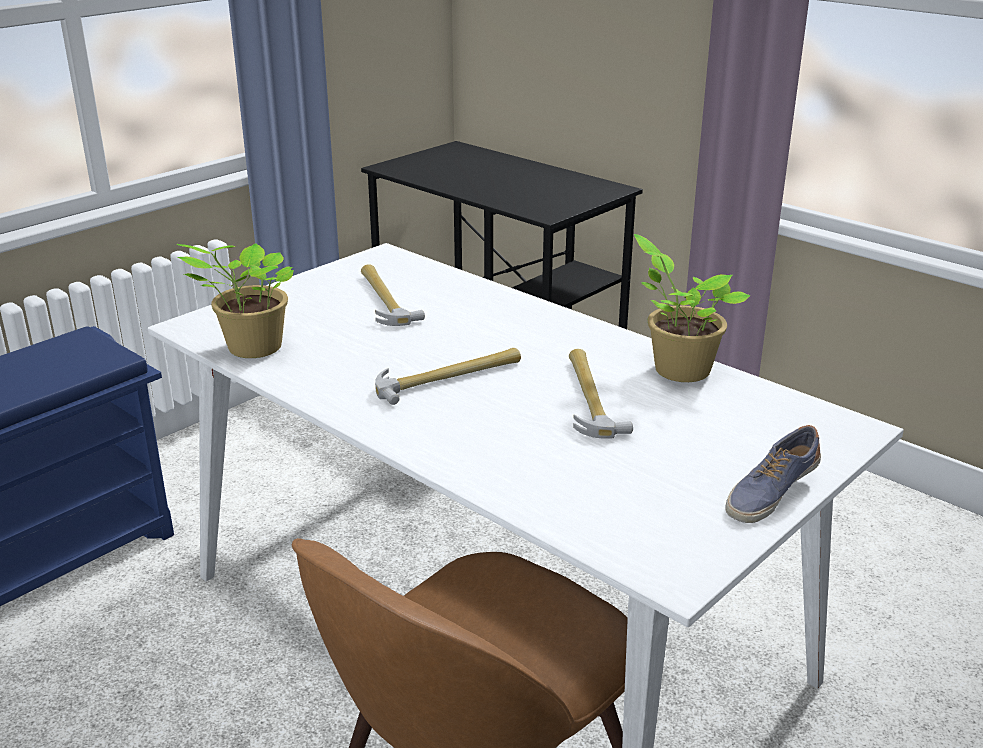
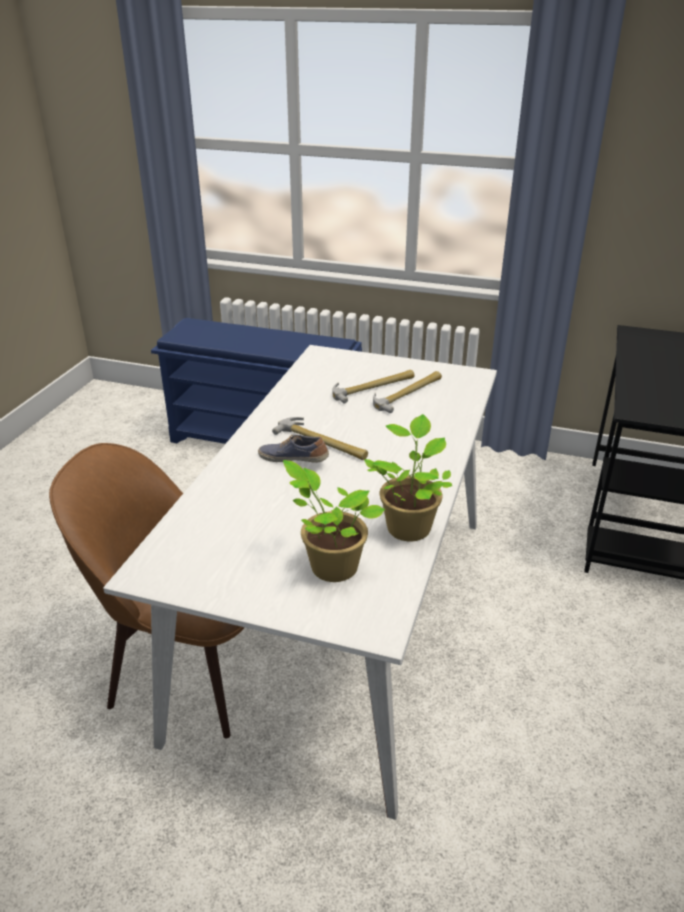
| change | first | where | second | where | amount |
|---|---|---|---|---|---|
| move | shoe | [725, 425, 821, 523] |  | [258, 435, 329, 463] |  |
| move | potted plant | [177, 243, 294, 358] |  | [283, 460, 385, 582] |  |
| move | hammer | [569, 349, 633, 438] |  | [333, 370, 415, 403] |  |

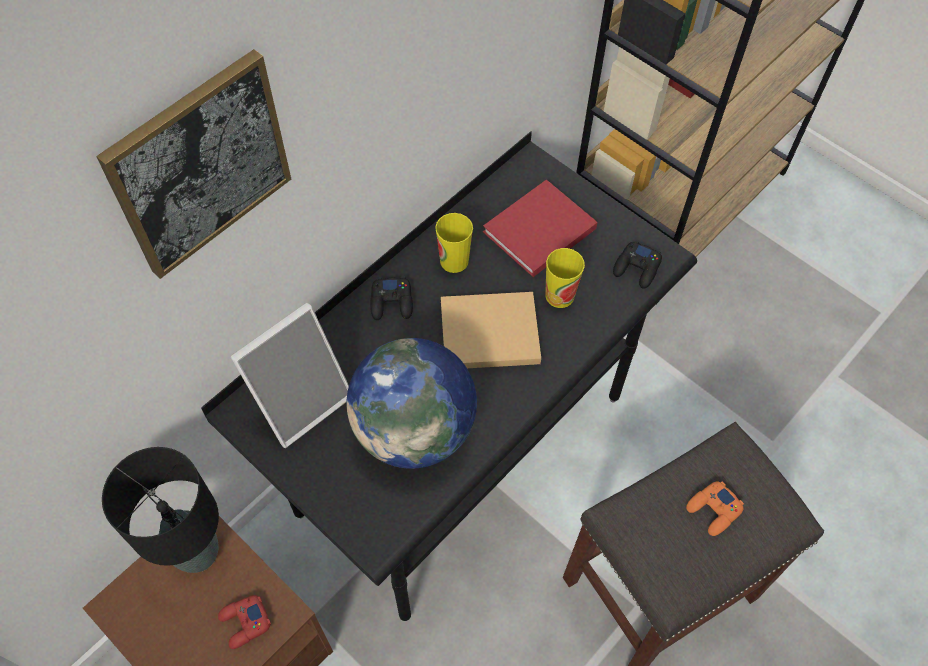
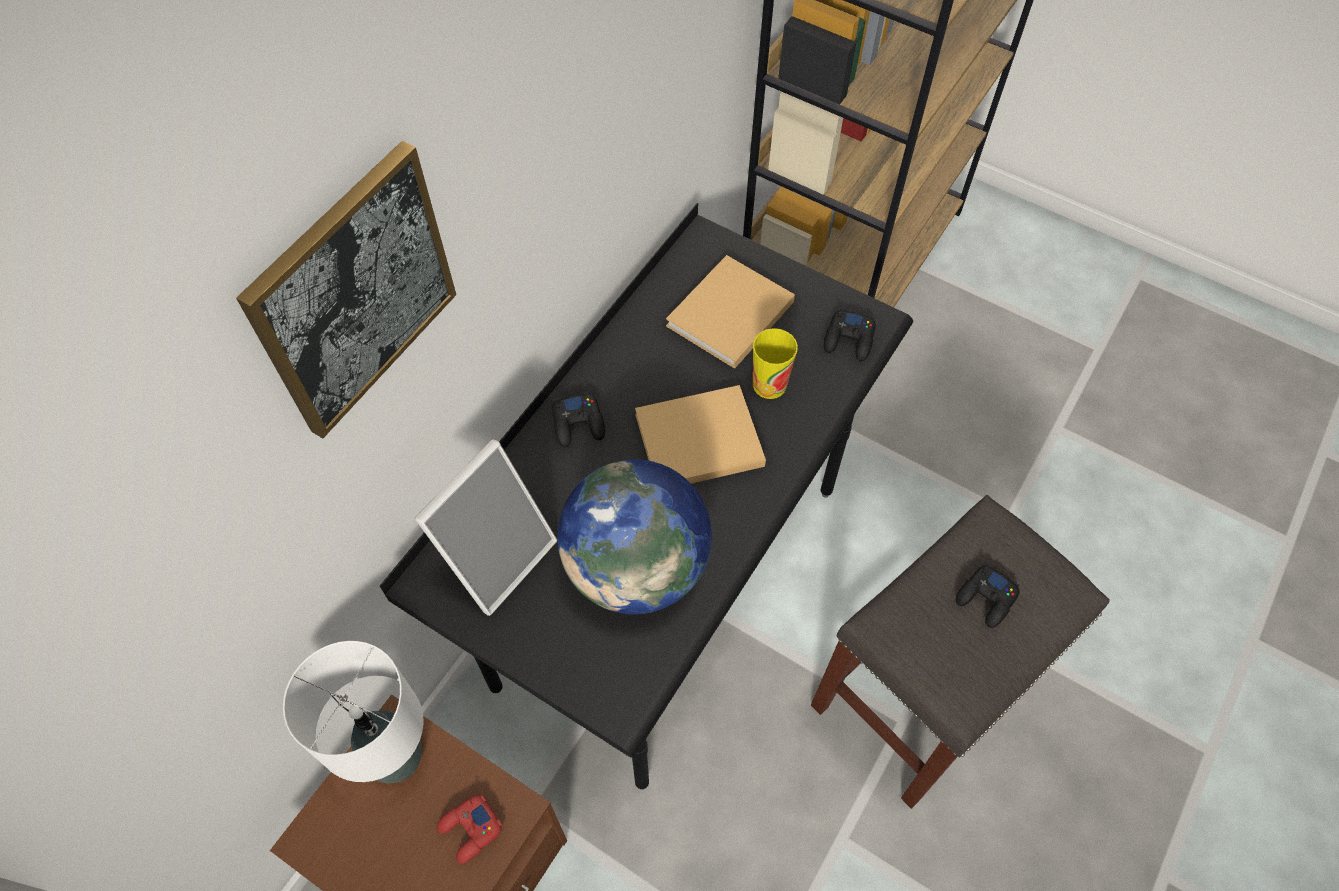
| change | first | where | second | where | amount |
|---|---|---|---|---|---|
| recolor | table lamp (black) | [102, 447, 219, 573] | table lamp (white) | [283, 641, 423, 783] |  |
| recolor | book (red) | [483, 179, 598, 277] | book (beige) | [666, 255, 795, 369] |  |
| recolor | game controller (orange) | [686, 481, 744, 536] | game controller (black) | [956, 564, 1020, 628] |  |
| delete | cup | [435, 213, 473, 273] |  |  |  |

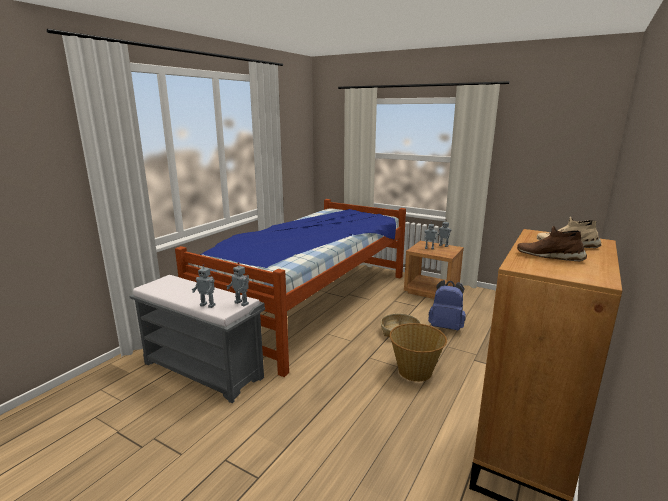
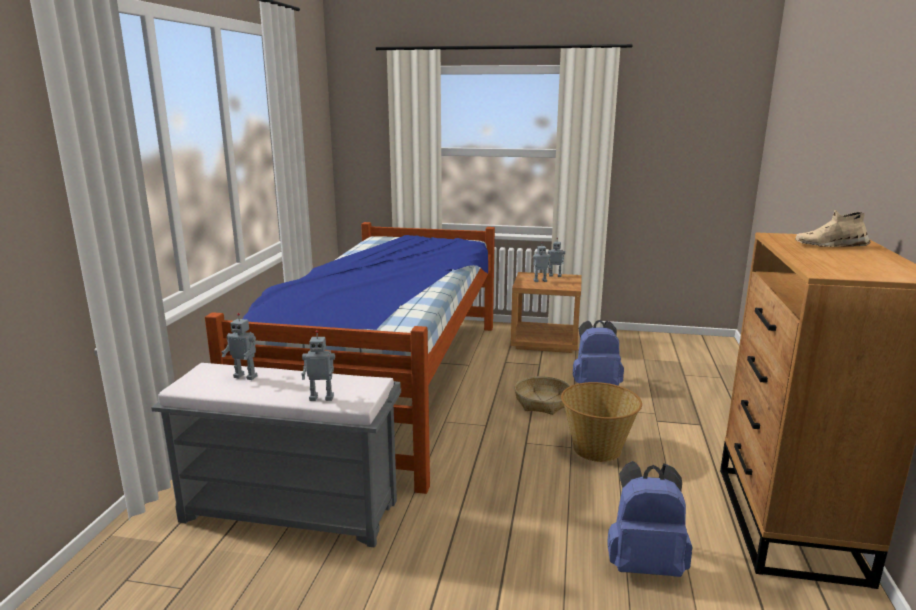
| change | first | where | second | where | amount |
|---|---|---|---|---|---|
| move | toy robot | [227, 262, 249, 306] |  | [221, 313, 257, 380] |  |
| insert |  |  | backpack (blue) | [607, 461, 693, 577] |  |
| delete | shoe (brown) | [517, 226, 587, 261] |  |  |  |

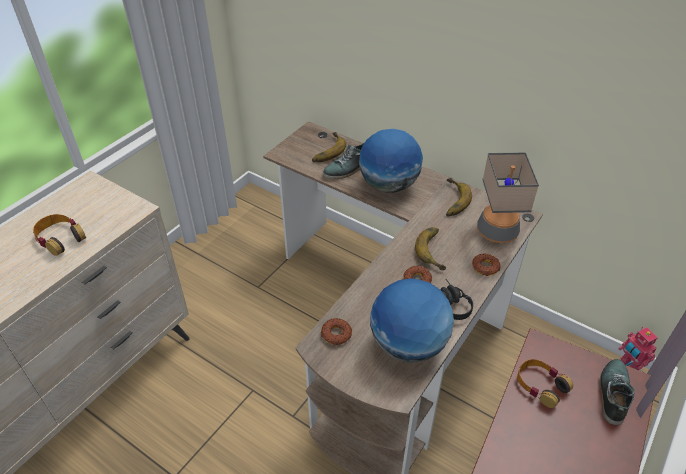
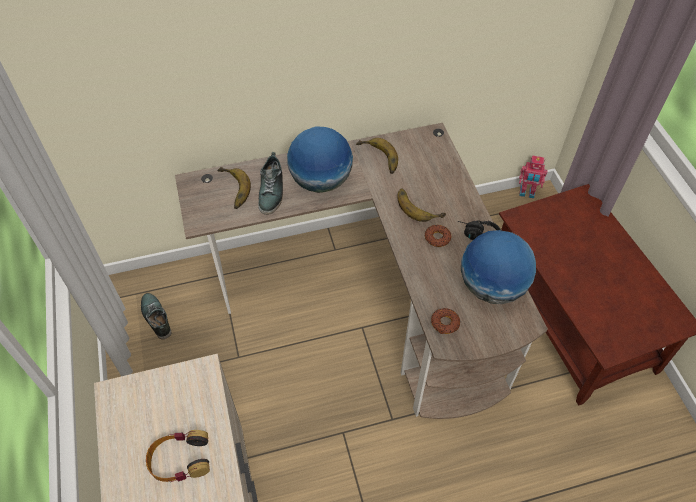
| change | first | where | second | where | amount |
|---|---|---|---|---|---|
| move | shoe | [600, 359, 635, 425] |  | [141, 293, 172, 339] |  |
| delete | donut | [472, 253, 501, 276] |  |  |  |
| delete | table lamp | [477, 152, 539, 243] |  |  |  |
| delete | headphones | [517, 359, 573, 408] |  |  |  |

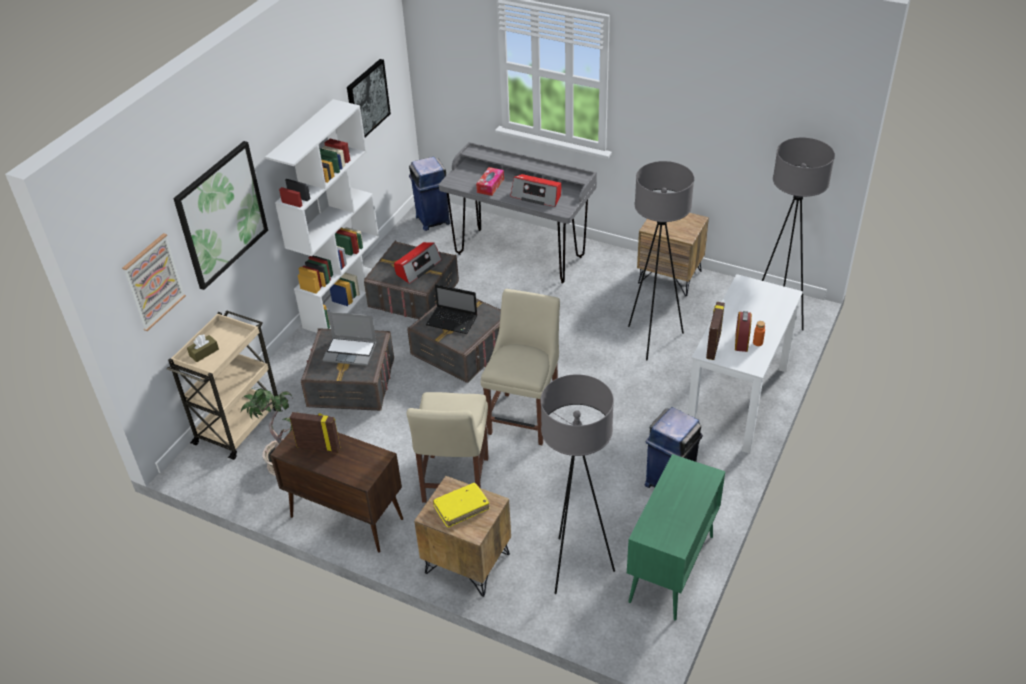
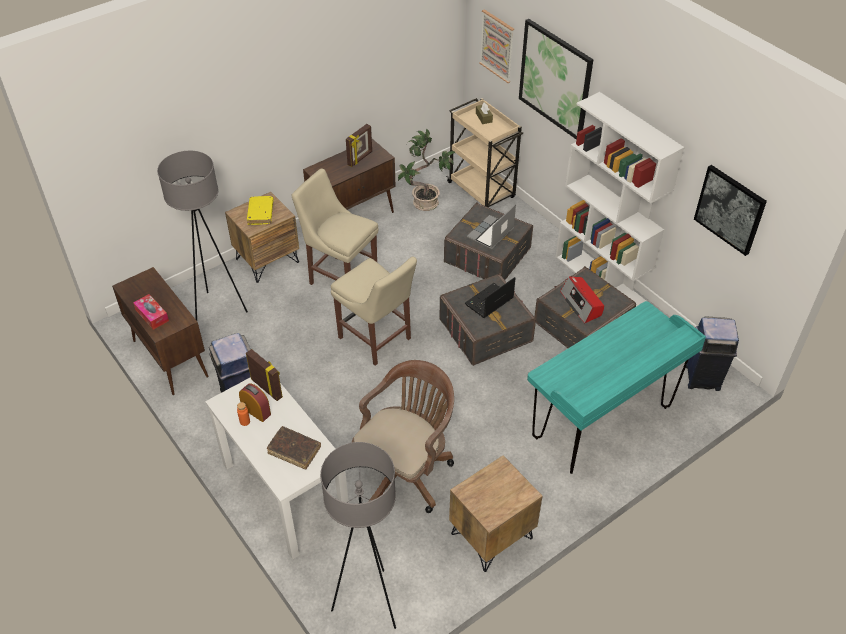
| change | first | where | second | where | amount |
|---|---|---|---|---|---|
| recolor | cabinet (green) | [627, 454, 725, 620] | cabinet (brown) | [112, 267, 209, 395] |  |
| move | tissue box | [476, 167, 504, 196] |  | [133, 294, 169, 330] |  |
| insert |  |  | book (brown) | [267, 426, 321, 470] |  |
| replace | floor lamp (grey) | [628, 161, 694, 361] | office chair (brown) | [352, 360, 454, 513] |  |
| recolor | desk (grey) | [439, 142, 597, 284] | desk (turquoise) | [527, 301, 706, 474] |  |
| delete | radio | [511, 174, 561, 207] |  |  |  |

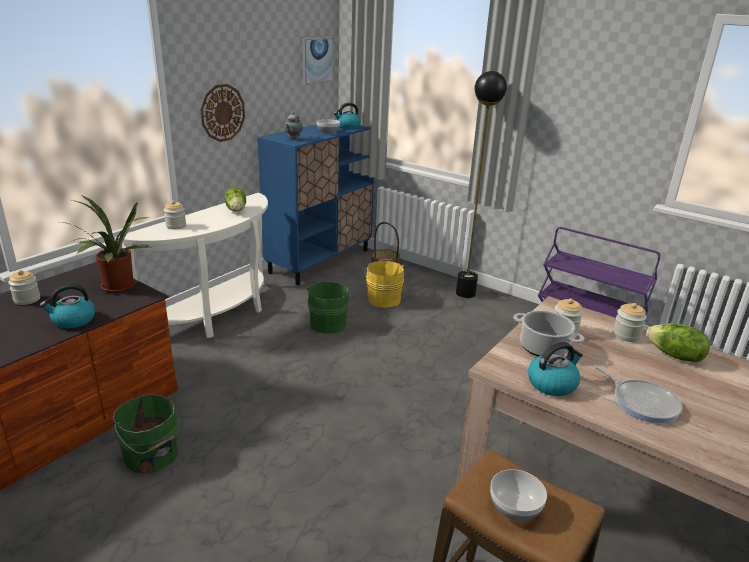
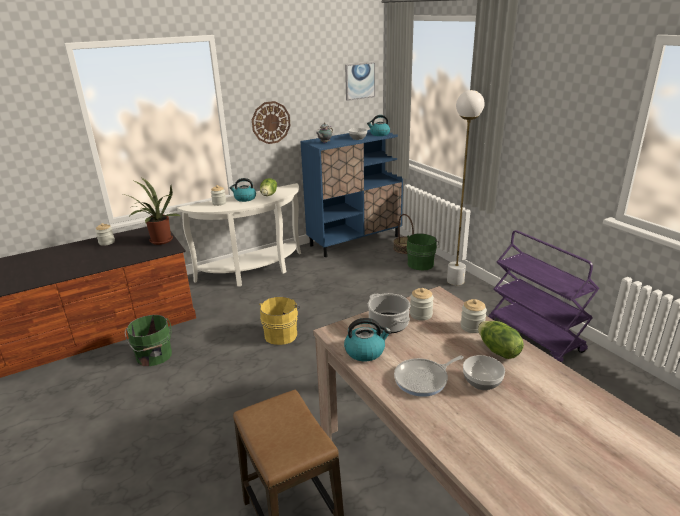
| change | first | where | second | where | amount |
|---|---|---|---|---|---|
| move | kettle | [40, 284, 95, 328] |  | [229, 178, 256, 202] |  |
| move | bucket (yellow) | [364, 261, 405, 308] |  | [259, 297, 300, 345] |  |
| rotate | frying pan | [593, 365, 683, 423] |  | [394, 356, 464, 397] | 75 degrees clockwise |
| move | bucket (green) | [306, 282, 351, 333] |  | [406, 233, 439, 270] |  |
| recolor | floor lamp (black) | [456, 71, 507, 298] | floor lamp (white) | [447, 90, 485, 285] |  |
| move | bowl | [490, 469, 547, 521] |  | [463, 355, 505, 390] |  |

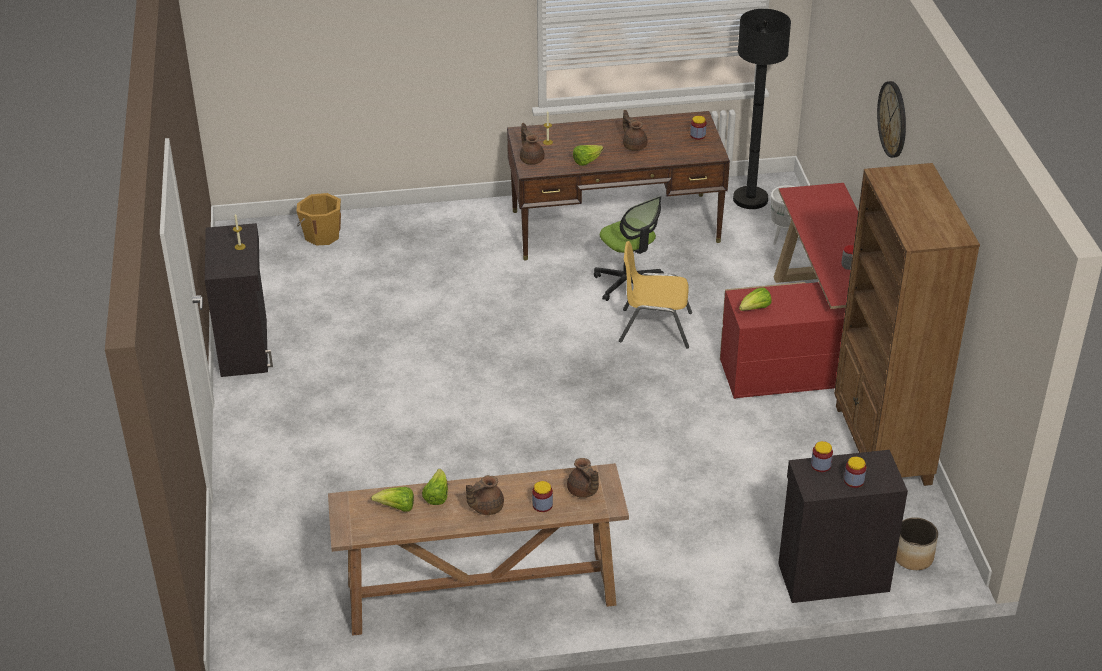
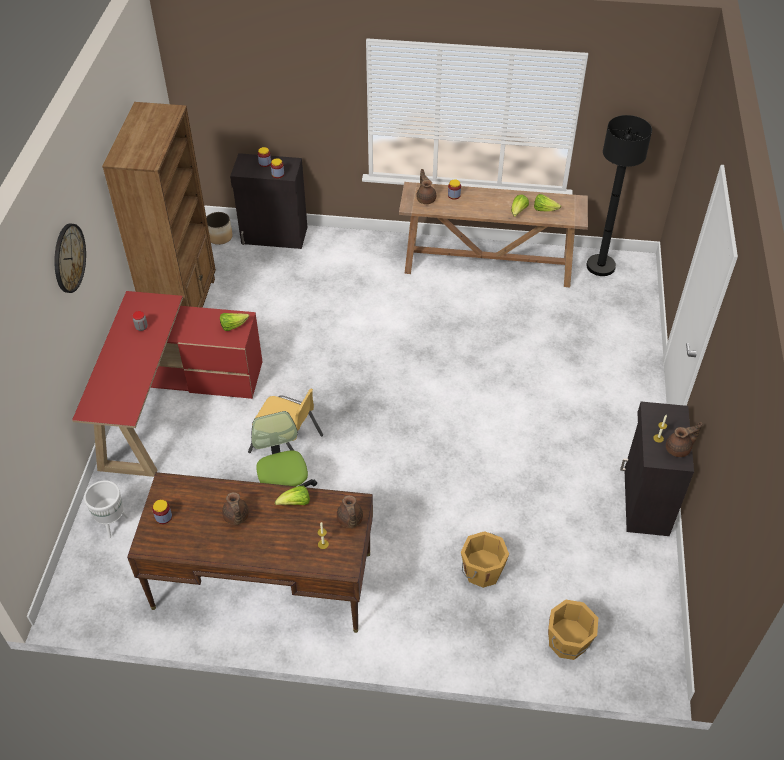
| change | first | where | second | where | amount |
|---|---|---|---|---|---|
| insert |  |  | bucket (orange) | [461, 531, 509, 588] |  |
| move | floor lamp (black) | [733, 9, 791, 209] |  | [586, 115, 652, 276] |  |
| move | teapot (brown) | [466, 475, 504, 515] |  | [666, 422, 702, 457] |  |

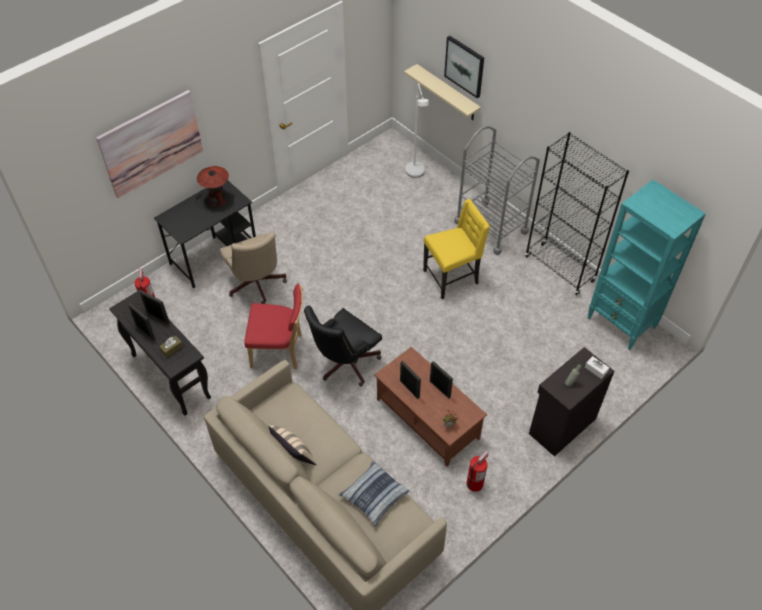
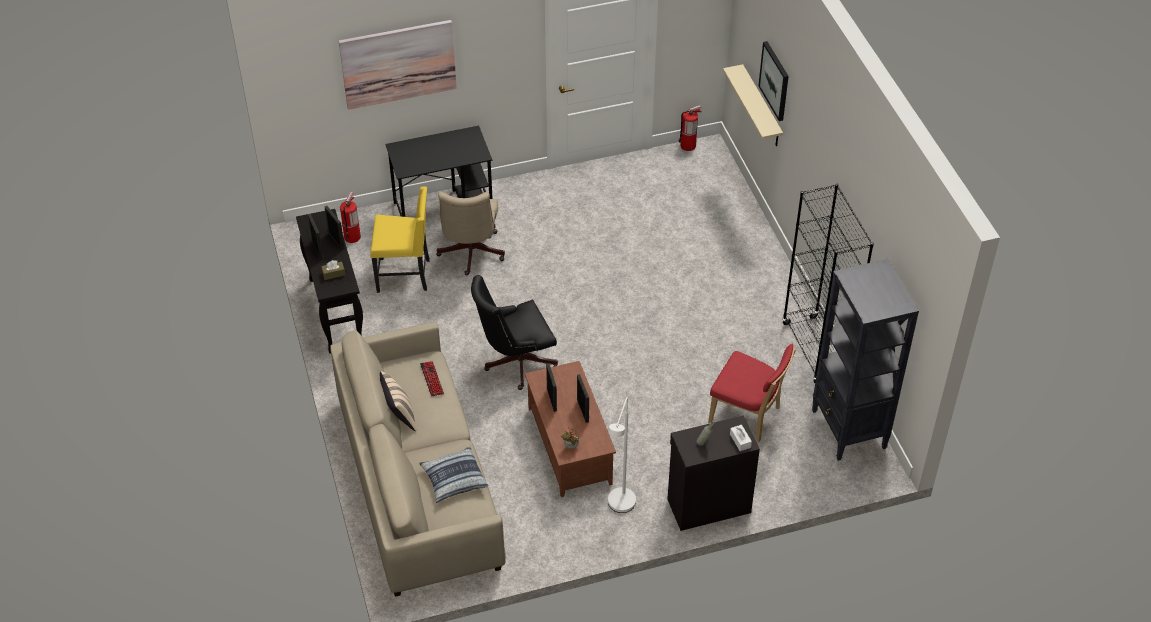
| change | first | where | second | where | amount |
|---|---|---|---|---|---|
| move | chair (yellow) | [423, 199, 490, 299] |  | [370, 186, 430, 293] |  |
| insert |  |  | keyboard | [420, 361, 444, 397] |  |
| move | floor lamp (white) | [406, 83, 429, 178] |  | [608, 398, 636, 513] |  |
| move | fire extinguisher | [467, 451, 489, 492] |  | [678, 105, 701, 151] |  |
| move | chair (red) | [244, 284, 303, 369] |  | [708, 344, 796, 442] |  |
| recolor | bookcase (turquoise) | [587, 180, 706, 350] | bookcase (black) | [812, 259, 919, 461] |  |
| delete | table lamp | [196, 166, 235, 215] |  |  |  |
| delete | cart (grey) | [454, 126, 540, 255] |  |  |  |

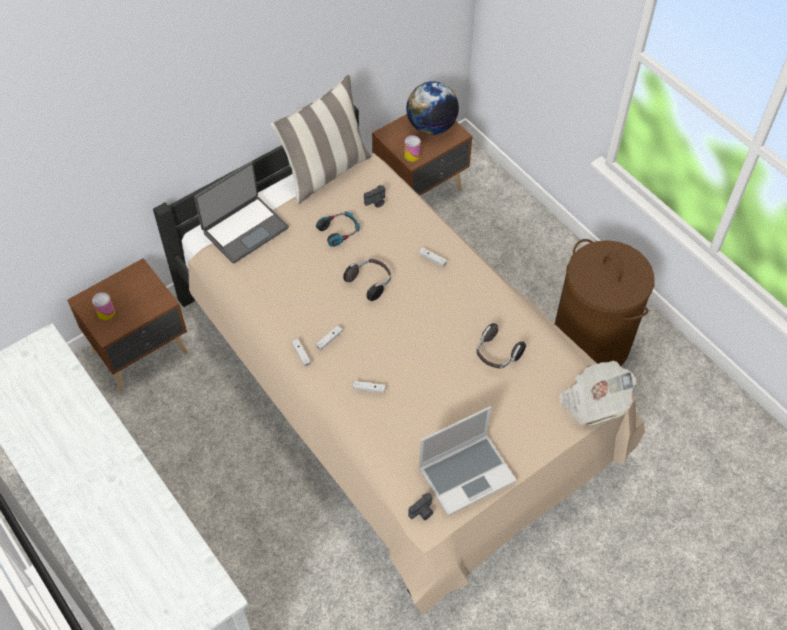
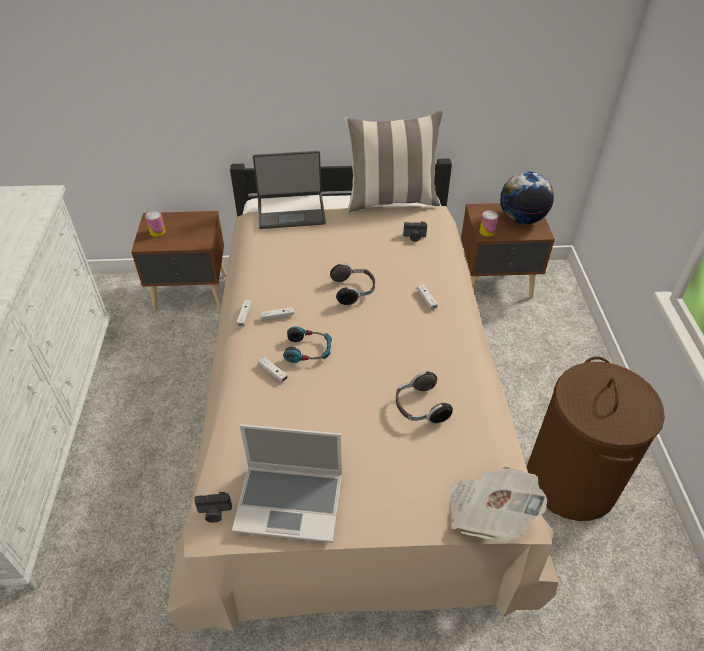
| change | first | where | second | where | amount |
|---|---|---|---|---|---|
| move | headphones | [316, 211, 360, 247] |  | [283, 326, 332, 363] |  |

